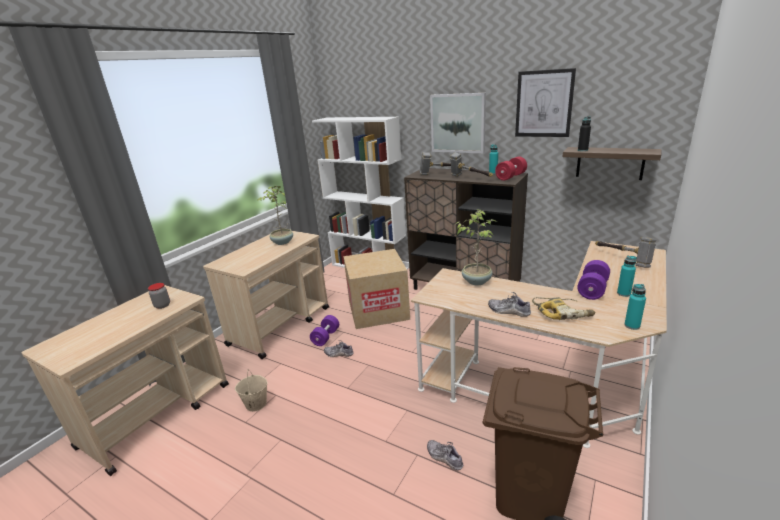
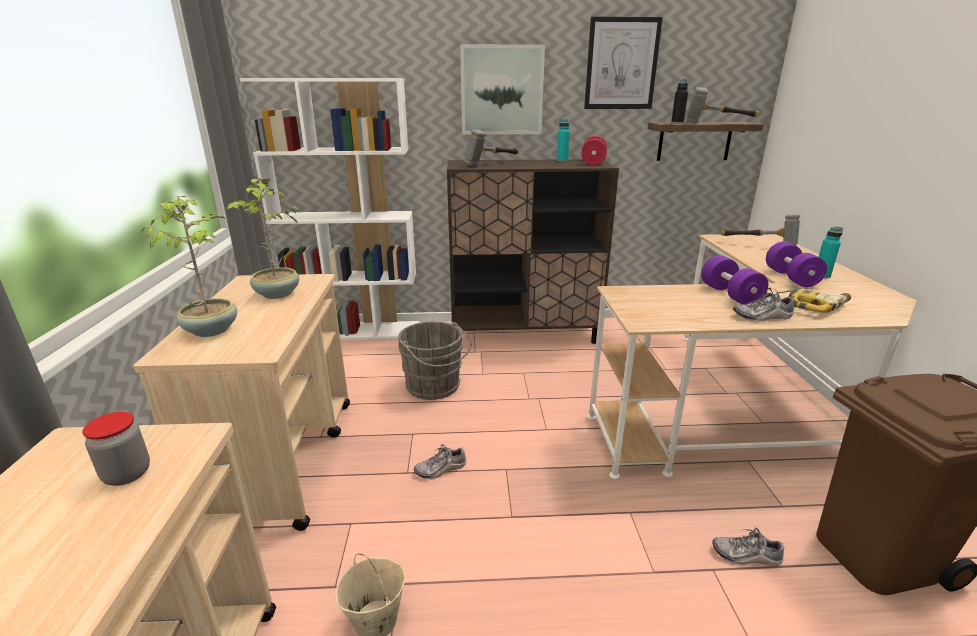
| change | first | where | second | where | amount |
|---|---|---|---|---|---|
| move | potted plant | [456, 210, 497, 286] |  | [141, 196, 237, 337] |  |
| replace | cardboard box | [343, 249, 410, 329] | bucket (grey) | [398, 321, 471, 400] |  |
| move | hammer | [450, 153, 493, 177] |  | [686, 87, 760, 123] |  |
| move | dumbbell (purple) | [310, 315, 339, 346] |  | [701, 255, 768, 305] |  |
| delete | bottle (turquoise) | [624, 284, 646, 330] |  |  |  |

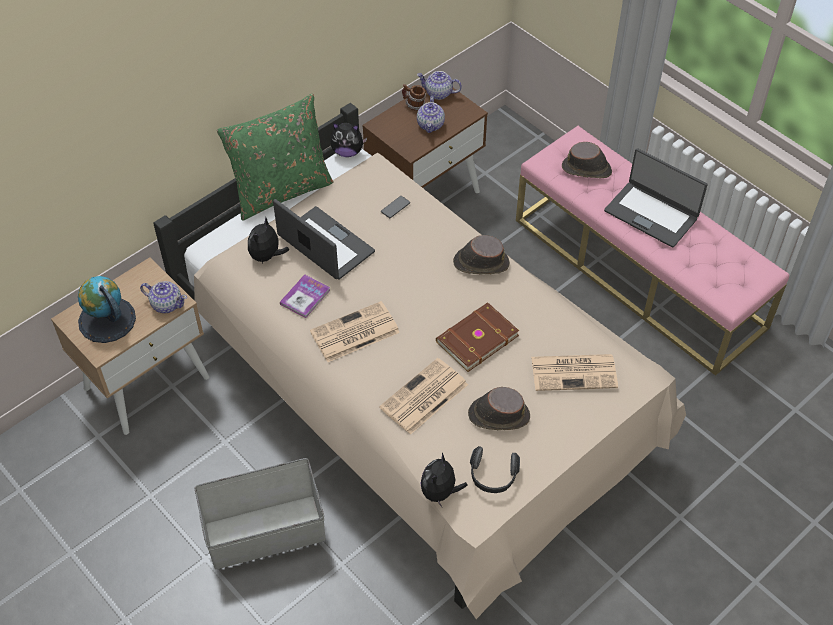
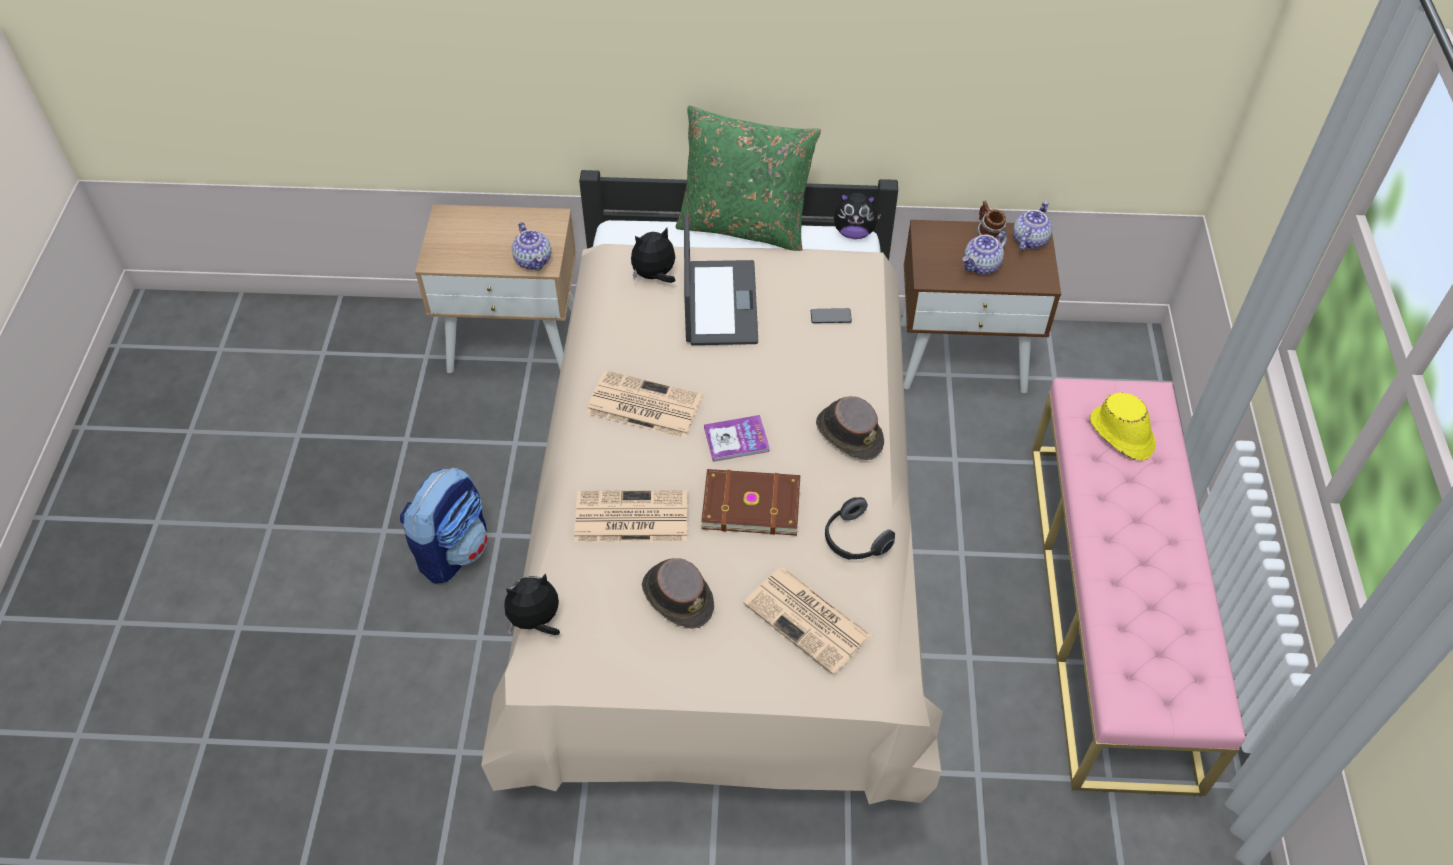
| change | first | where | second | where | amount |
|---|---|---|---|---|---|
| replace | storage box (grey) | [194, 458, 325, 569] | backpack | [400, 468, 487, 584] |  |
| move | book | [280, 274, 330, 318] |  | [704, 415, 770, 462] |  |
| move | headphones | [470, 446, 520, 493] |  | [825, 497, 895, 560] |  |
| rotate | plush toy | [330, 123, 367, 157] |  | [834, 193, 882, 239] | 45 degrees counterclockwise |
| rotate | teapot | [417, 71, 462, 100] |  | [1013, 201, 1052, 251] | 60 degrees clockwise |
| recolor | hat (brown) | [562, 142, 612, 179] | hat (yellow) | [1090, 393, 1156, 461] |  |
| delete | globe | [78, 276, 136, 343] |  |  |  |
| delete | laptop | [604, 148, 708, 248] |  |  |  |

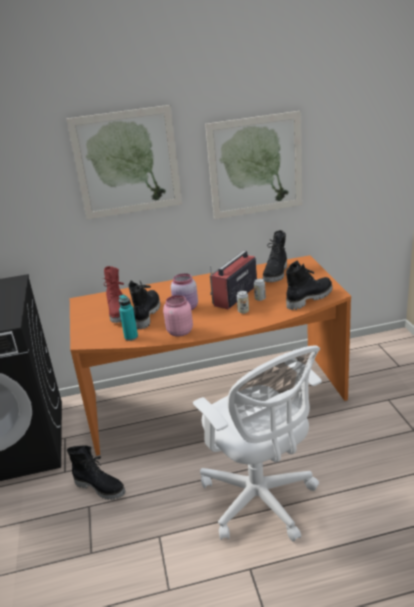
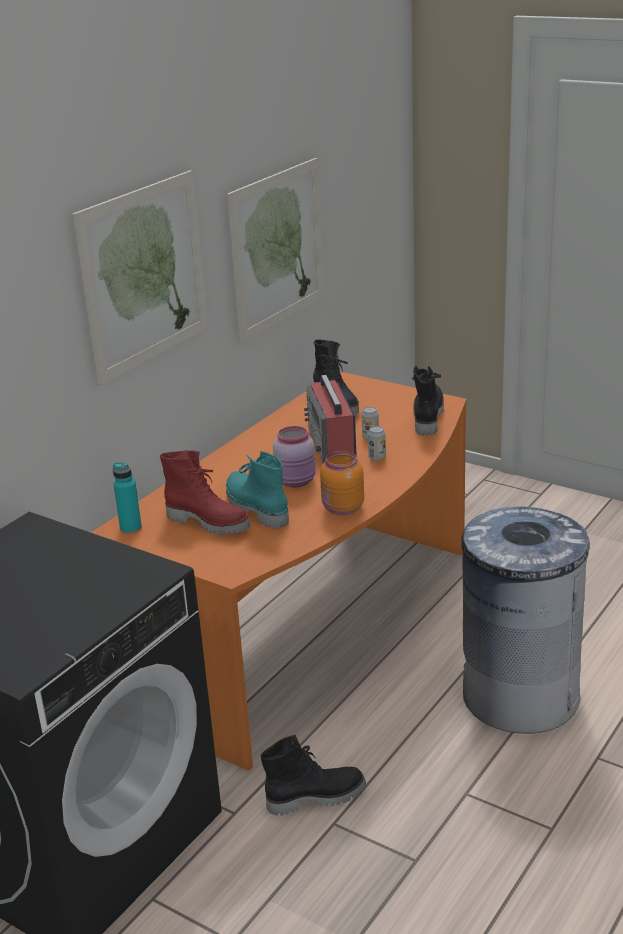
| change | first | where | second | where | amount |
|---|---|---|---|---|---|
| move | bottle (turquoise) | [119, 294, 138, 341] |  | [113, 462, 142, 533] |  |
| recolor | boot (black) | [129, 280, 160, 329] | boot (turquoise) | [226, 451, 289, 529] |  |
| recolor | jar (pink) | [163, 295, 193, 337] | jar (orange) | [320, 451, 364, 515] |  |
| replace | office chair (white) | [193, 345, 322, 542] | trash can (grey) | [461, 507, 590, 733] |  |

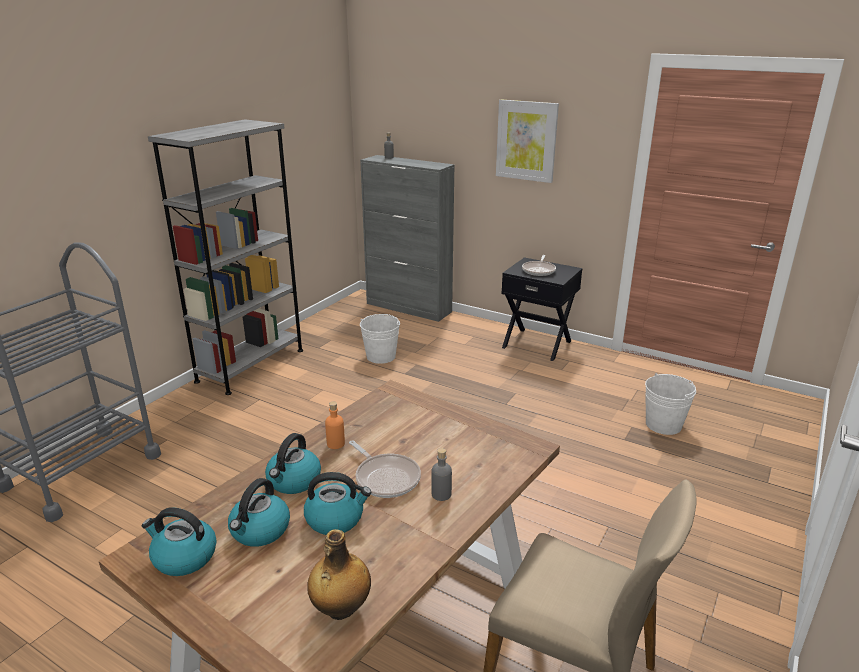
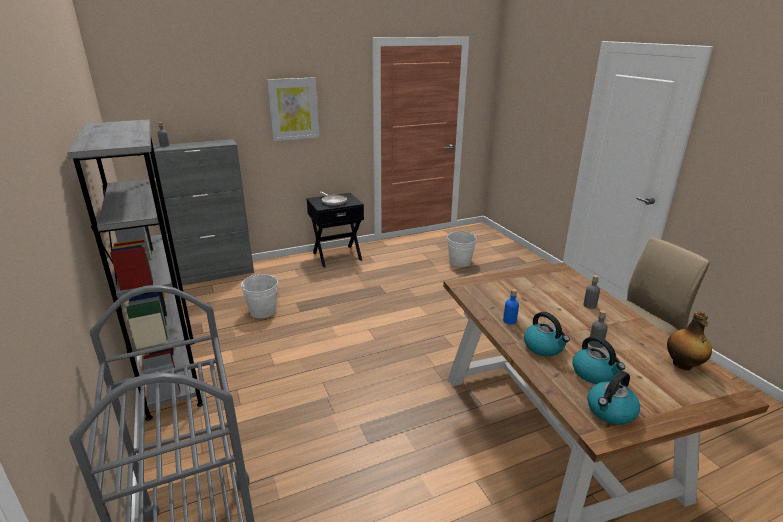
| change | first | where | second | where | amount |
|---|---|---|---|---|---|
| recolor | bottle (orange) | [325, 401, 345, 449] | bottle (blue) | [503, 289, 519, 325] |  |
| replace | kettle | [304, 472, 371, 535] | bottle (grey) | [589, 310, 608, 348] |  |
| delete | frying pan | [349, 440, 421, 498] |  |  |  |

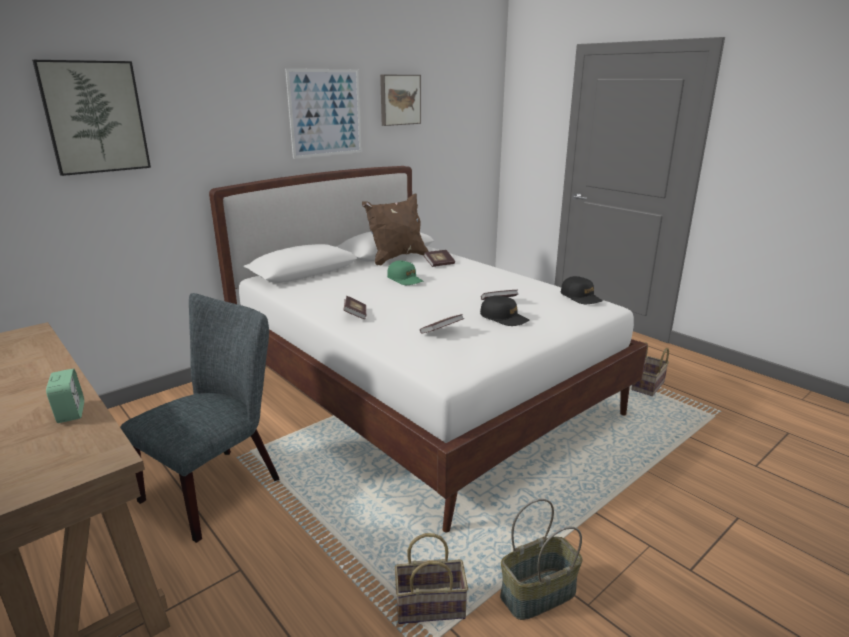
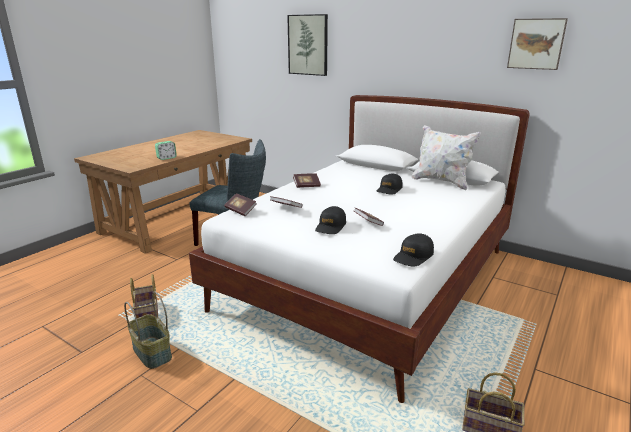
| change | first | where | second | where | amount |
|---|---|---|---|---|---|
| move | book | [423, 250, 455, 267] |  | [224, 193, 257, 216] |  |
| recolor | cap (green) | [387, 260, 423, 285] | cap (black) | [376, 174, 403, 195] |  |
| recolor | pillow (brown) | [362, 194, 429, 265] | pillow (white) | [411, 125, 481, 190] |  |
| delete | picture | [285, 69, 362, 159] |  |  |  |

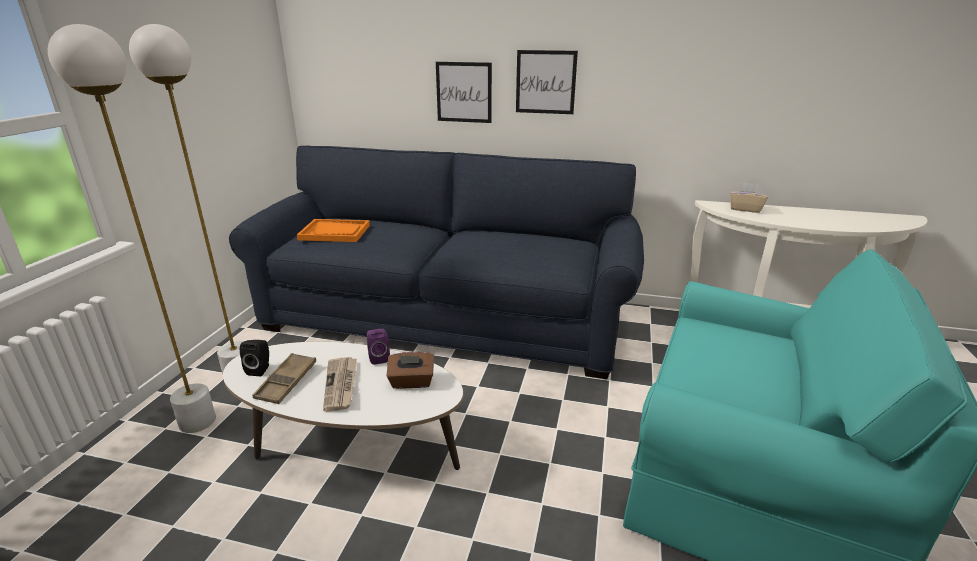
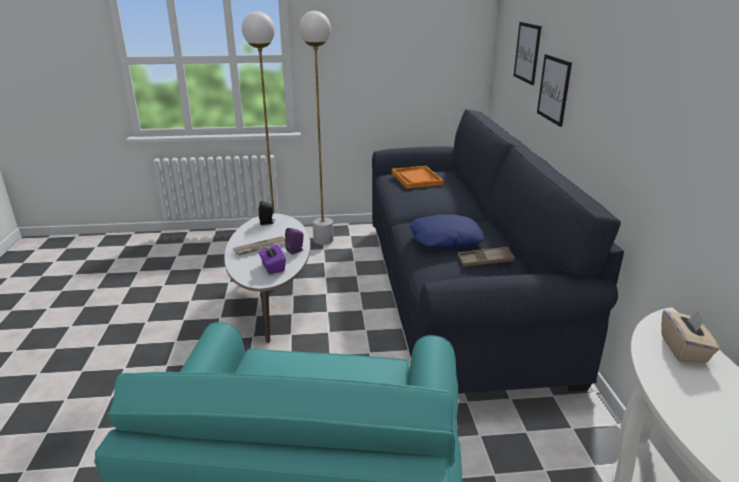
| change | first | where | second | where | amount |
|---|---|---|---|---|---|
| recolor | tissue box (brown) | [386, 352, 434, 389] | tissue box (purple) | [259, 245, 286, 274] |  |
| insert |  |  | pillow (blue) | [409, 214, 484, 248] |  |
| move | tray (brown) | [252, 353, 316, 404] |  | [458, 247, 515, 267] |  |
| move | picture | [516, 50, 578, 114] |  | [514, 22, 541, 85] |  |

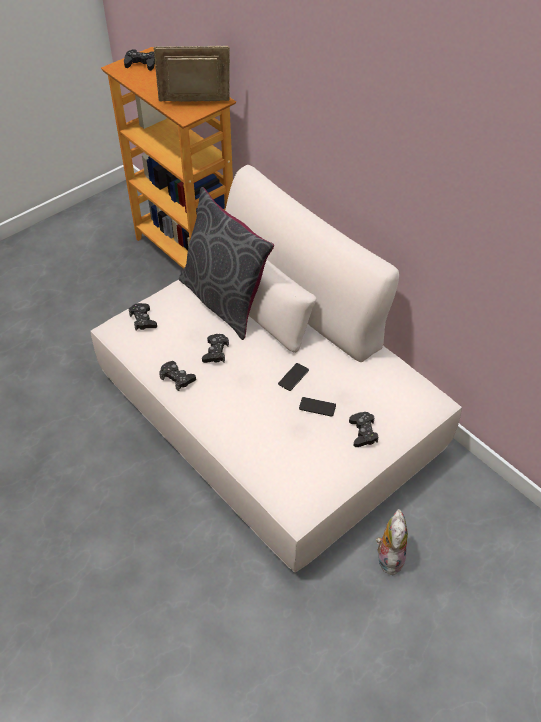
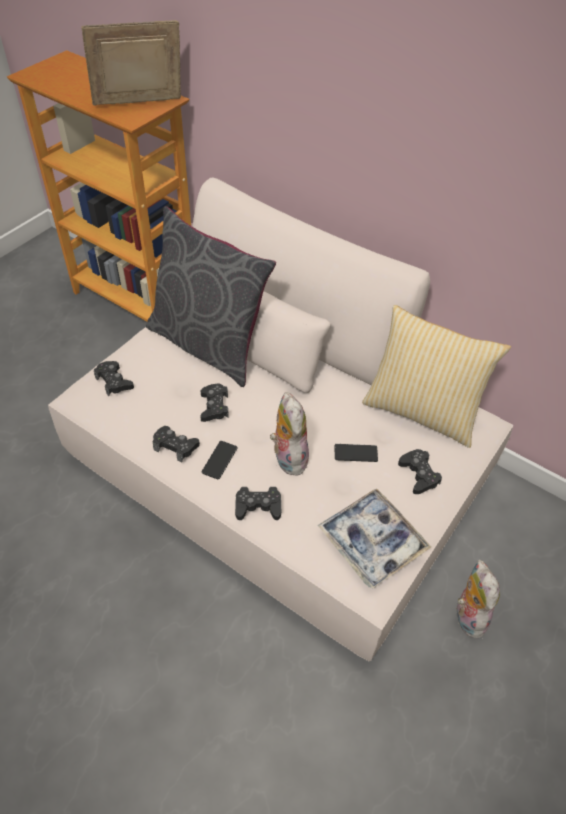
| change | first | where | second | where | amount |
|---|---|---|---|---|---|
| move | phone | [278, 363, 309, 391] |  | [202, 441, 237, 479] |  |
| move | game controller (black) | [124, 49, 155, 71] |  | [235, 487, 281, 520] |  |
| insert |  |  | plush toy | [270, 392, 309, 476] |  |
| insert |  |  | tray | [318, 489, 431, 588] |  |
| insert |  |  | pillow | [362, 305, 511, 448] |  |

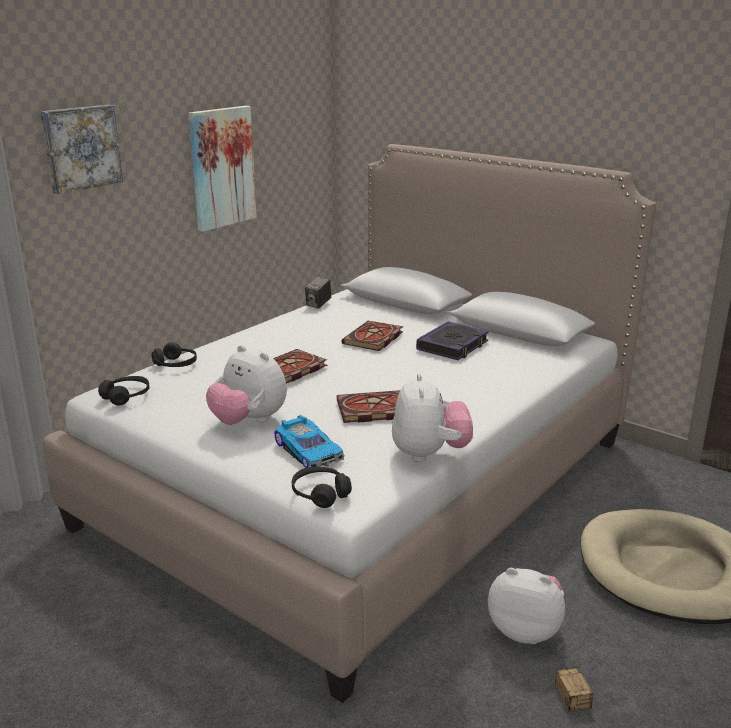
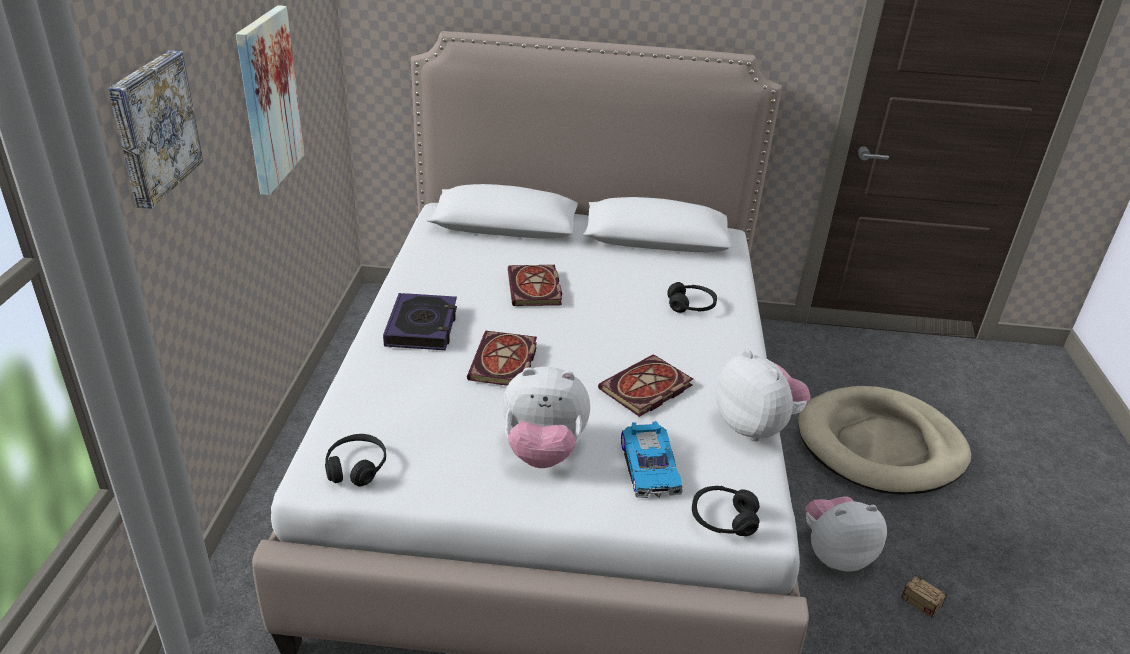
| change | first | where | second | where | amount |
|---|---|---|---|---|---|
| move | book | [416, 321, 489, 360] |  | [383, 293, 457, 350] |  |
| rotate | toy car | [274, 415, 344, 468] |  | [621, 421, 683, 498] | 60 degrees clockwise |
| move | headphones (black) | [151, 342, 197, 367] |  | [667, 282, 717, 313] |  |
| delete | photo camera | [305, 276, 331, 309] |  |  |  |

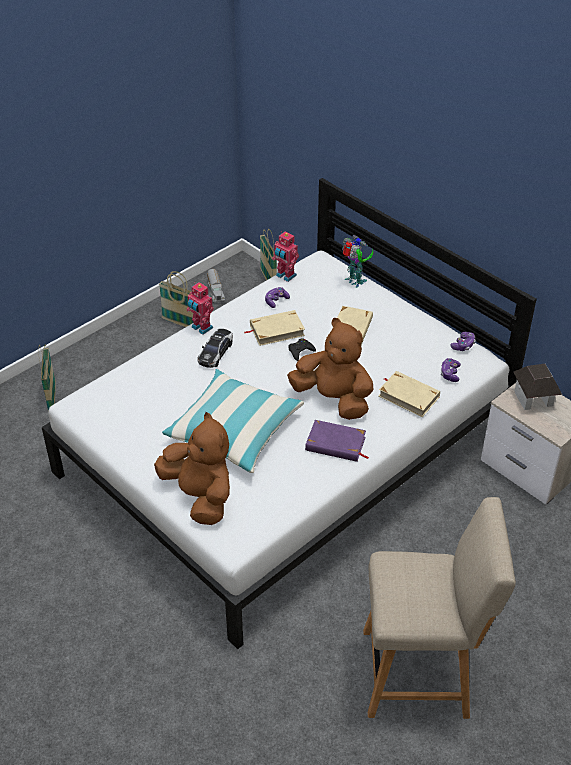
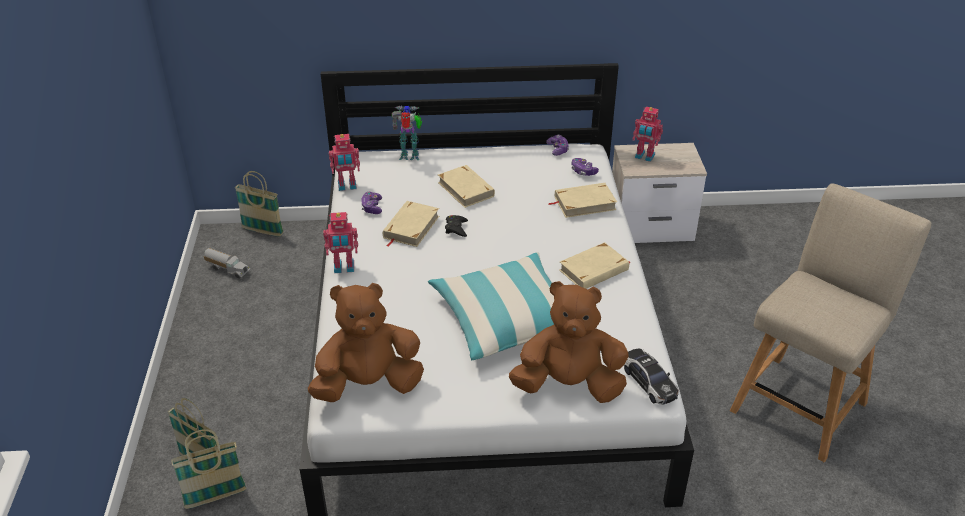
| change | first | where | second | where | amount |
|---|---|---|---|---|---|
| move | basket | [159, 271, 194, 327] |  | [171, 429, 246, 509] |  |
| move | plush toy (brown) | [287, 318, 373, 420] |  | [308, 283, 424, 402] |  |
| recolor | book (purple) | [305, 420, 369, 462] | book (beige) | [559, 242, 631, 289] |  |
| move | toy car | [197, 329, 233, 368] |  | [624, 349, 679, 405] |  |
| replace | toy house | [513, 364, 562, 410] | toy robot | [632, 107, 663, 162] |  |

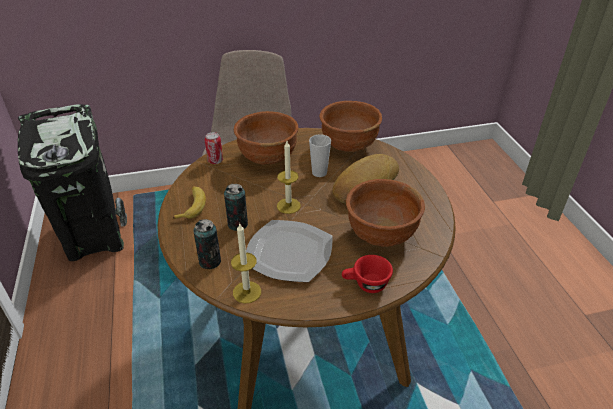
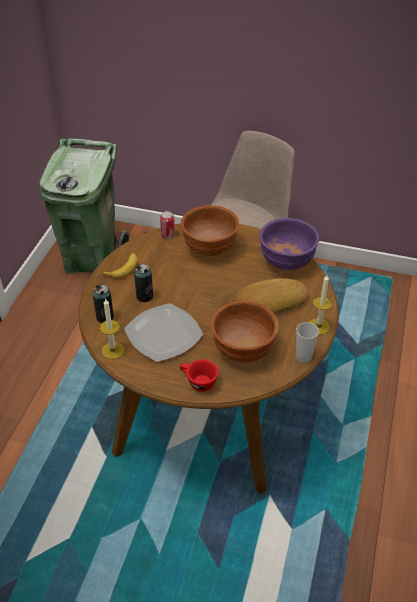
| change | first | where | second | where | amount |
|---|---|---|---|---|---|
| recolor | trash can (black) | [18, 105, 127, 261] | trash can (green) | [39, 138, 130, 274] |  |
| recolor | bowl (brown) | [319, 101, 382, 152] | bowl (purple) | [259, 218, 319, 270] |  |
| move | cup | [309, 134, 331, 177] |  | [296, 322, 319, 363] |  |
| move | candle | [277, 141, 301, 214] |  | [310, 275, 332, 335] |  |

